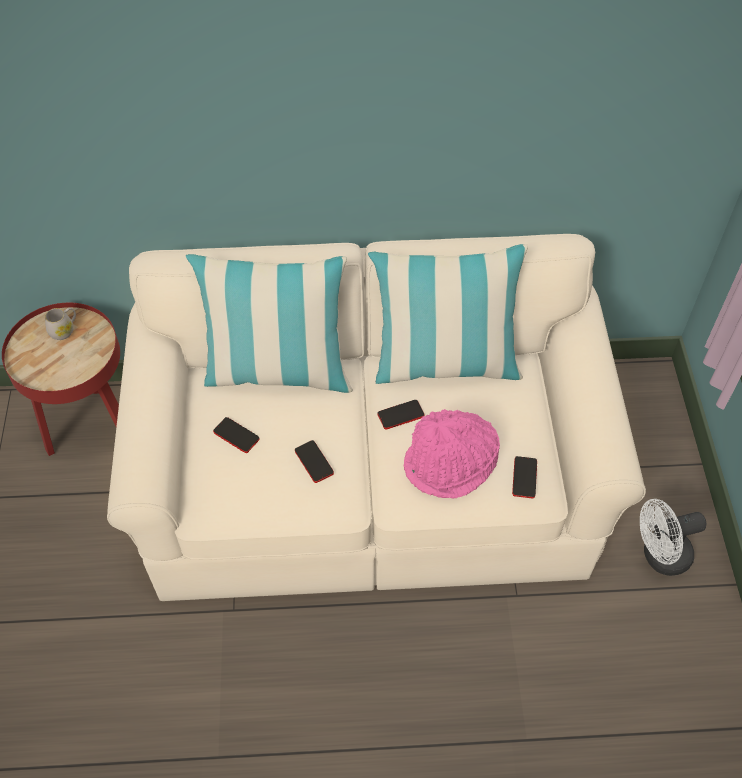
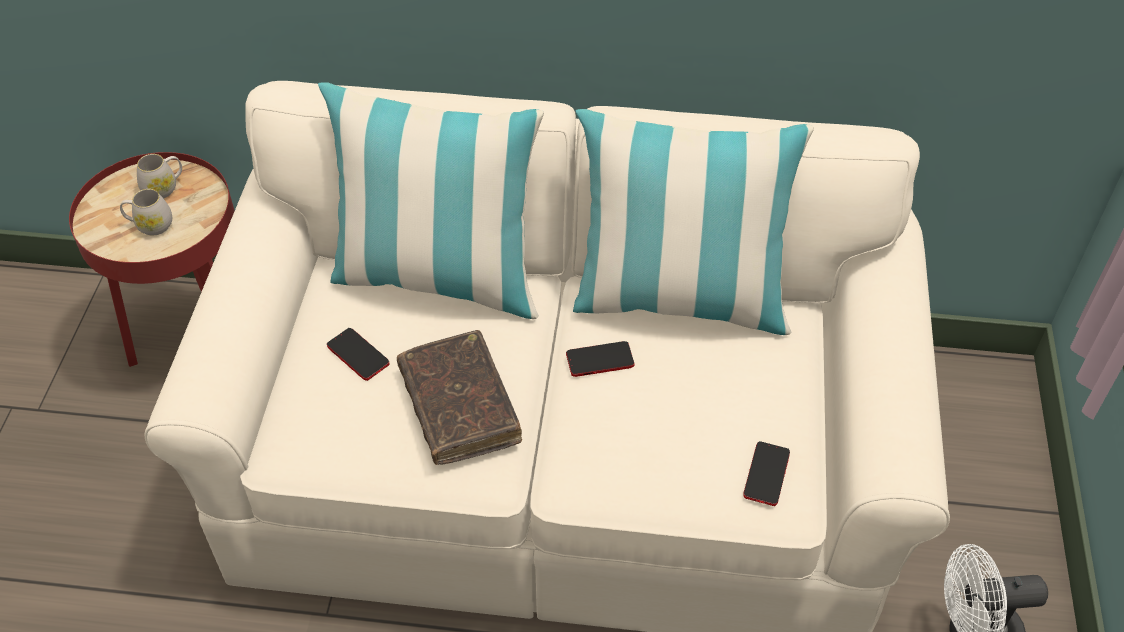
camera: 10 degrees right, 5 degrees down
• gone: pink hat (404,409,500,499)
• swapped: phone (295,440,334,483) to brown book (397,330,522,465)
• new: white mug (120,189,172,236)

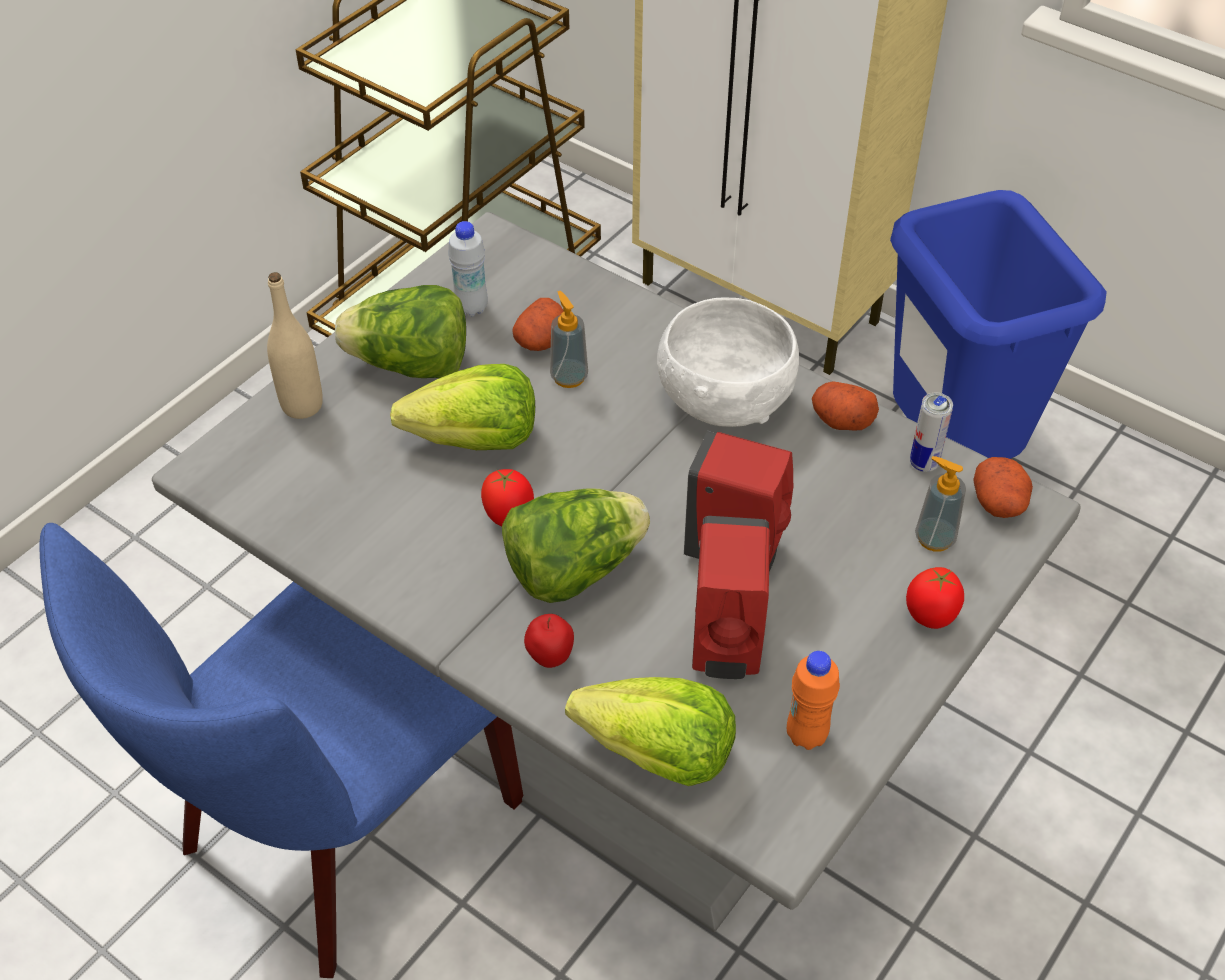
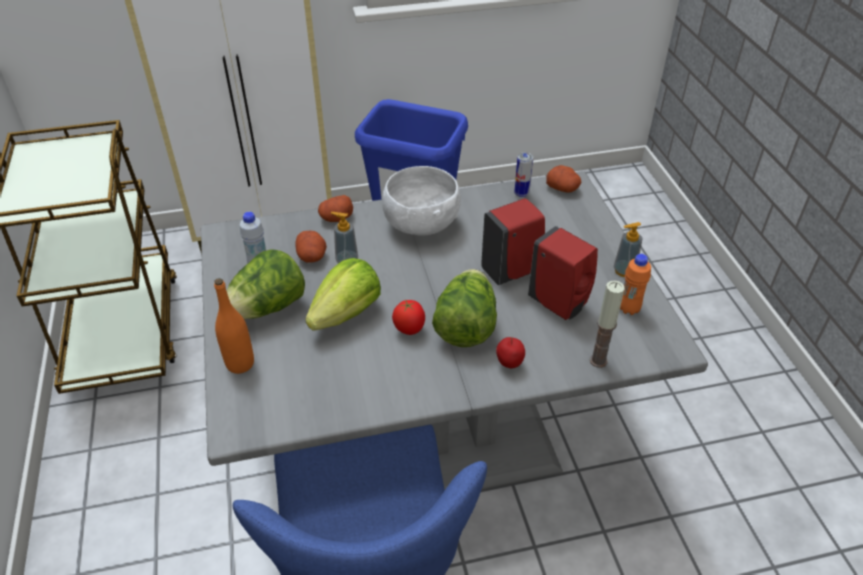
camera: 50 degrees left, 5 degrees down
• repainted: beige bottle (267,272,323,419) to orange bottle (214,278,254,374)
• shifted: potato (812,381,879,431) to (318,195,353,222)
• shifted: soap dispenser (915,456,966,552) to (614,222,642,277)
• gone: tomato (906,567,964,629)
• swapped: lettuce (565,677,736,786) to candle (589,280,625,368)

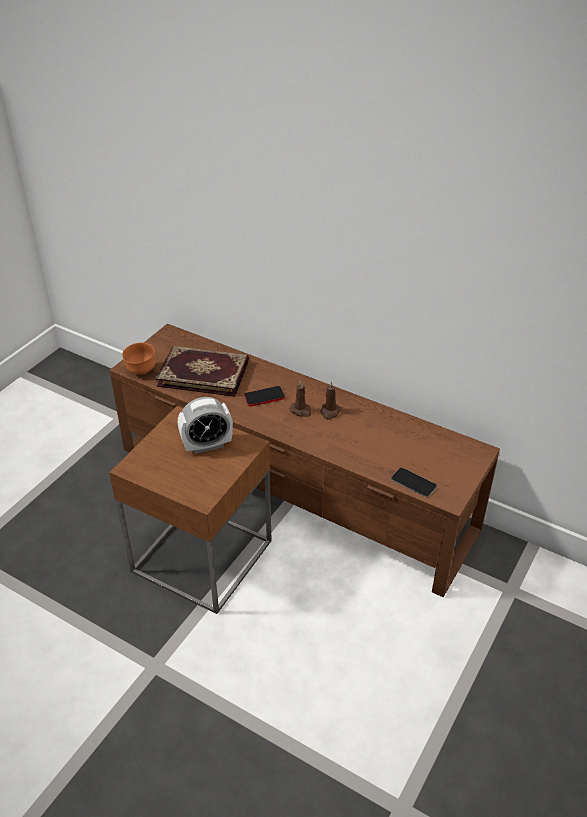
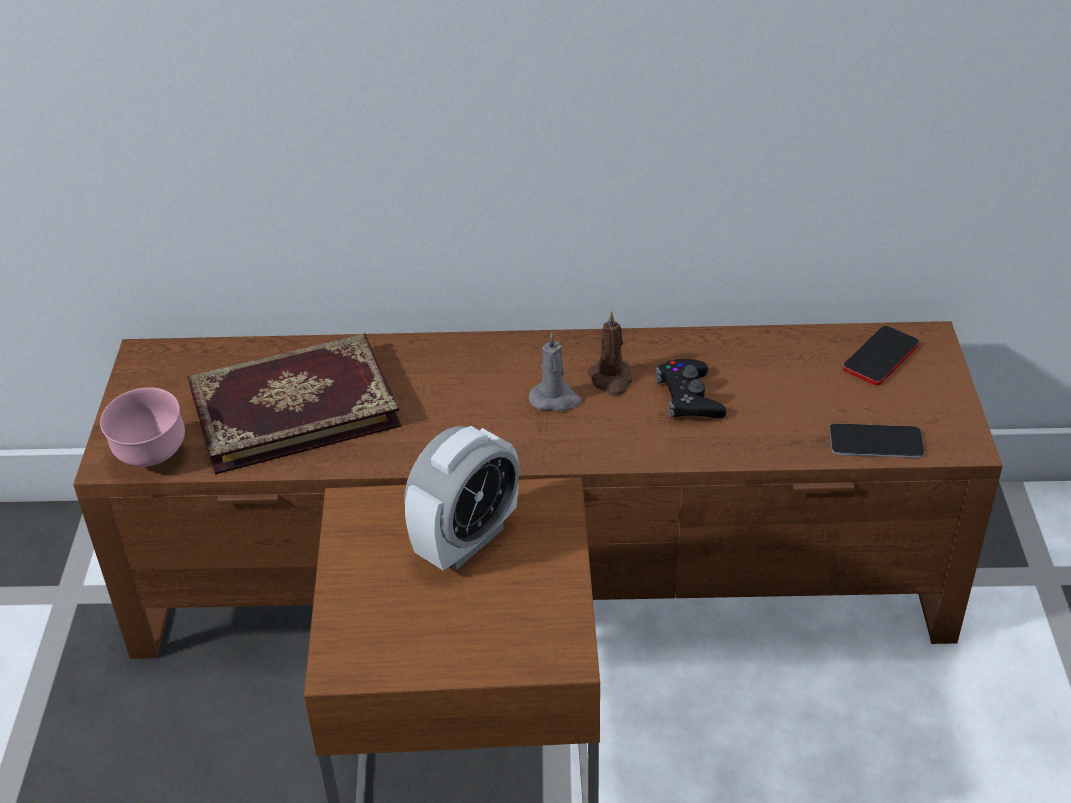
camera: 30 degrees left, 0 degrees up
• repainted: orange bowl (122,342,156,375) to pink bowl (100,387,185,467)
• repainted: brown candle (289,380,311,417) to grey candle (529,332,582,411)
• shifted: phone (244,386,285,407) to (843,326,919,385)
• new: black game controller (656,359,726,419)

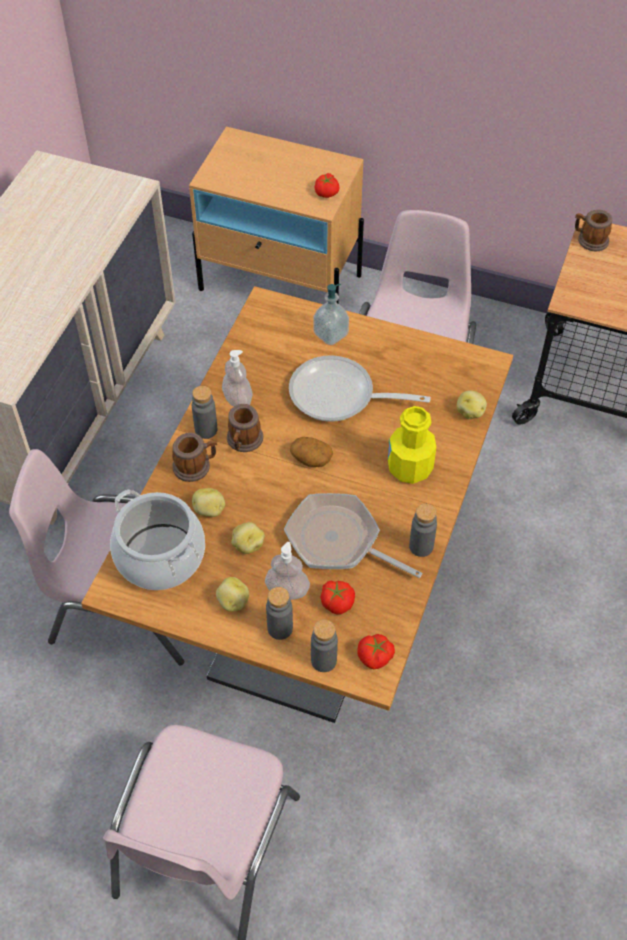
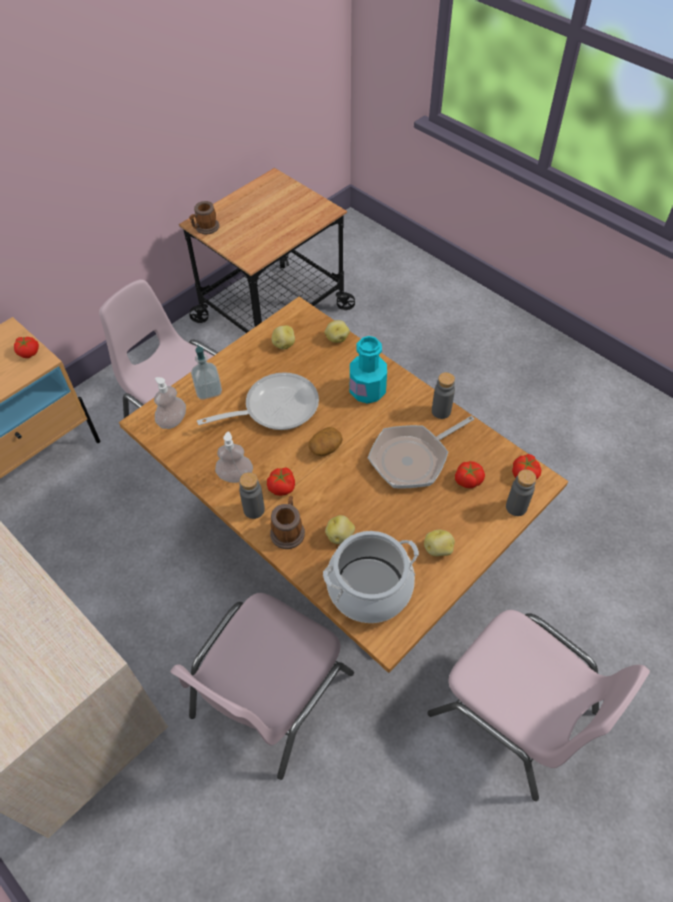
camera: 65 degrees left, 0 degrees up
• rotated: frying pan (289,355,431,422) = (197,372,319,430) 150 degrees counterclockwise
• swapped: mug (227,404,263,452) to tomato (267,467,295,496)
• repainted: yellow bottle (388,406,436,484) to turquoise bottle (350,336,387,404)
• shifted: potato (231,522,265,554) to (272,325,295,350)
• shifted: soap dispenser (265,542,310,600) to (154,377,186,429)
• gone: grey bottle (266,587,293,640)

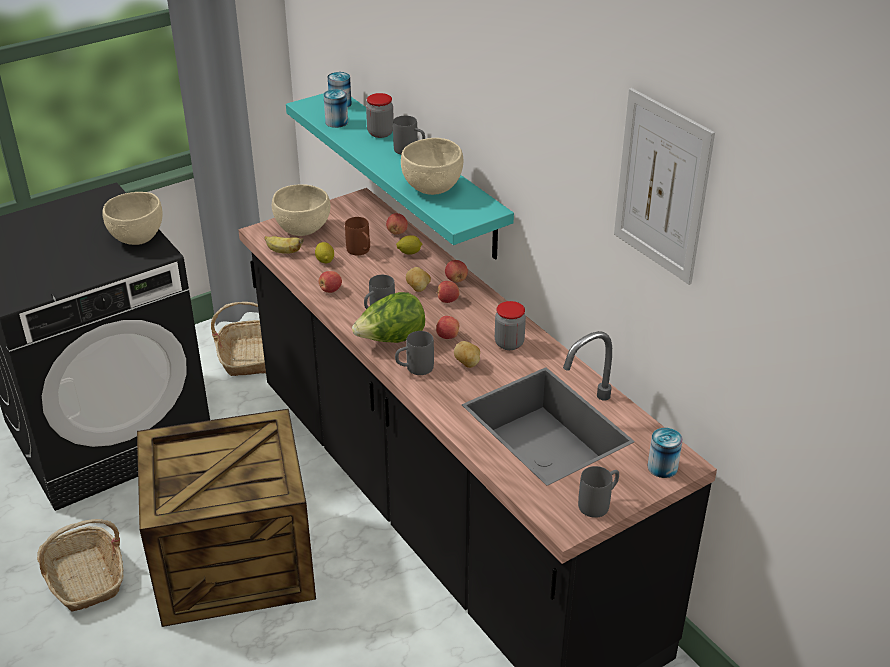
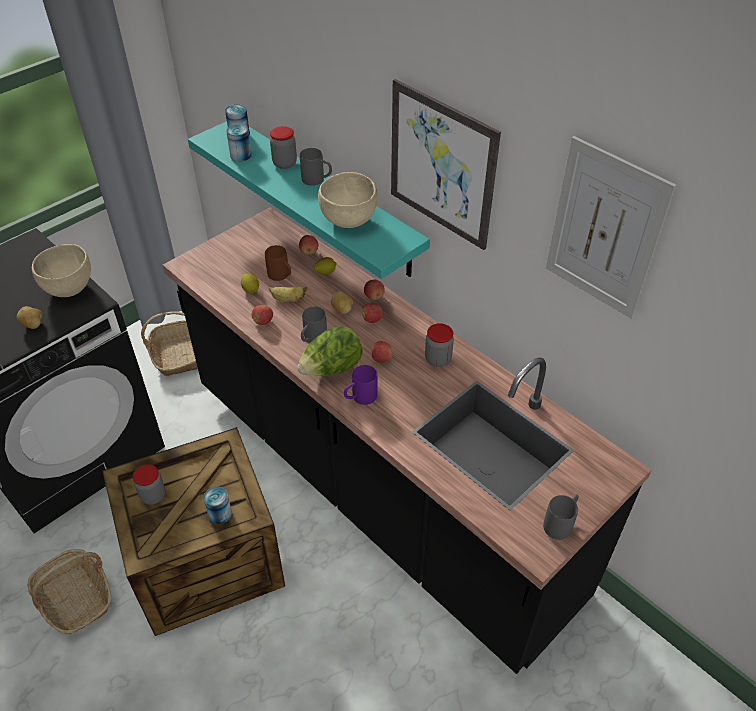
camera: 10 degrees left, 10 degrees up
• gone: beige bowl (272,184,331,236)
• shifted: banana (265,236,304,254) to (269,286,308,302)
• repainted: grey mug (395,331,434,375) to purple mug (344,365,378,405)
• shifted: potato (454,341,480,368) to (17,306,43,329)
• shifted: can (648,428,683,478) to (203,487,232,524)
• new: picture (391,79,501,250)
• new: jar (133,464,166,505)

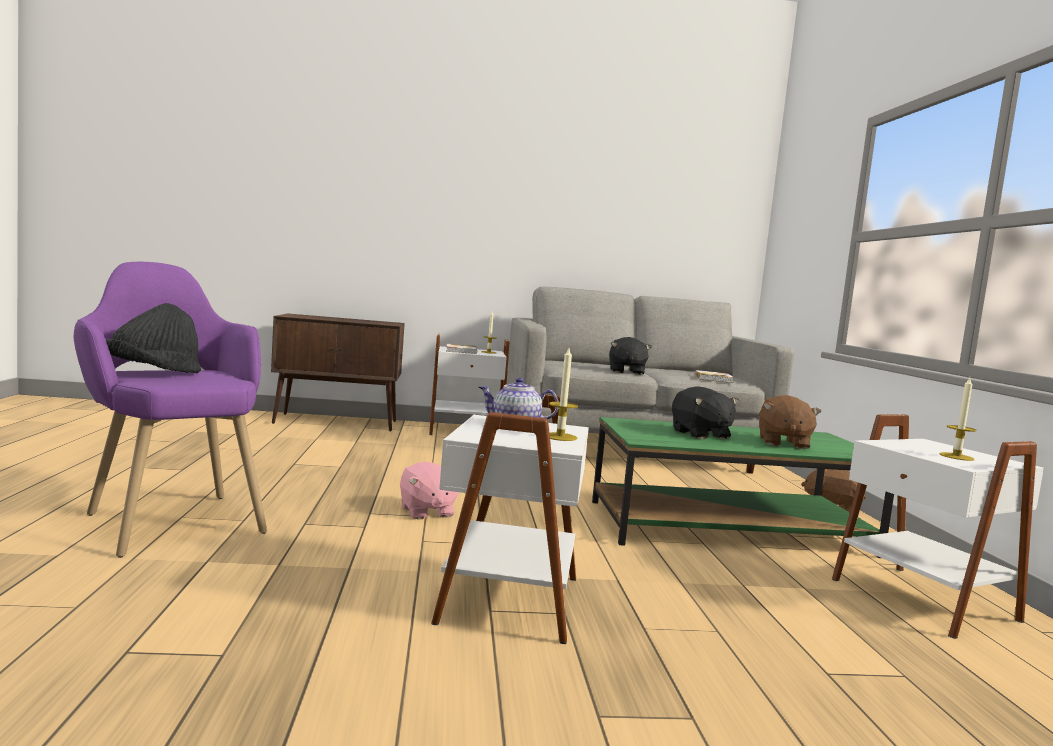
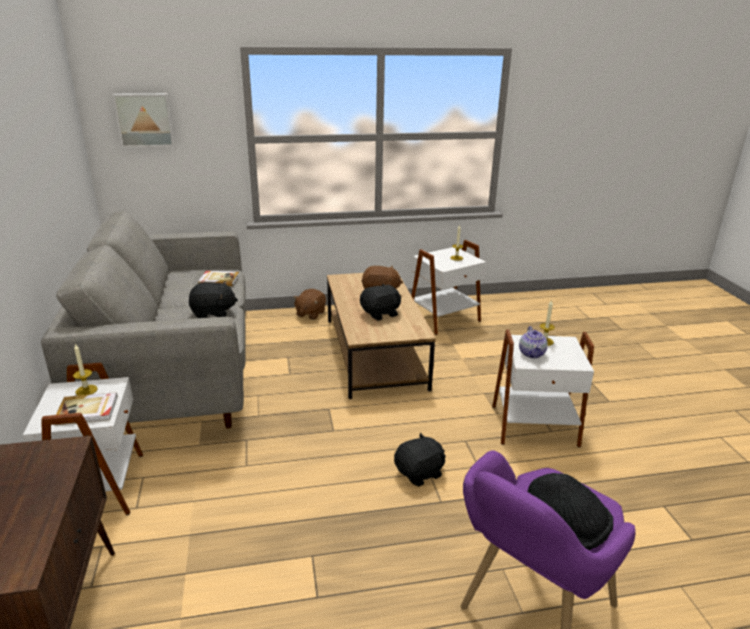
camera: 95 degrees left, 20 degrees up
• repainted: green coffee table (592,417,894,558) to brown coffee table (327,273,436,399)
• repainted: pink plush toy (400,461,459,519) to black plush toy (394,433,446,487)
• new: picture (113,93,175,148)

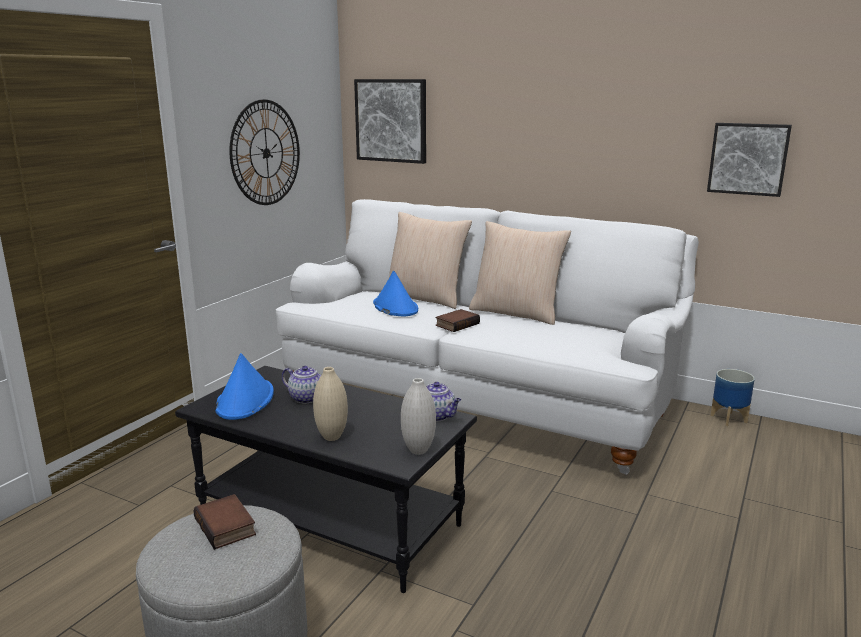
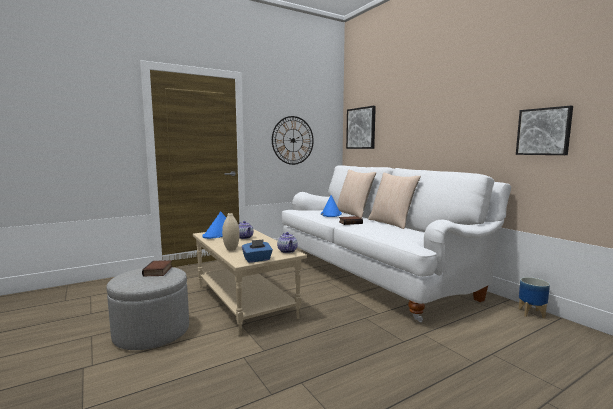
camera: 30 degrees right, 10 degrees down
• repainted: black coffee table (175,366,477,593) to beige coffee table (193,229,307,336)
• swapped: white vase (401,378,436,455) to blue tissue box (242,239,273,263)

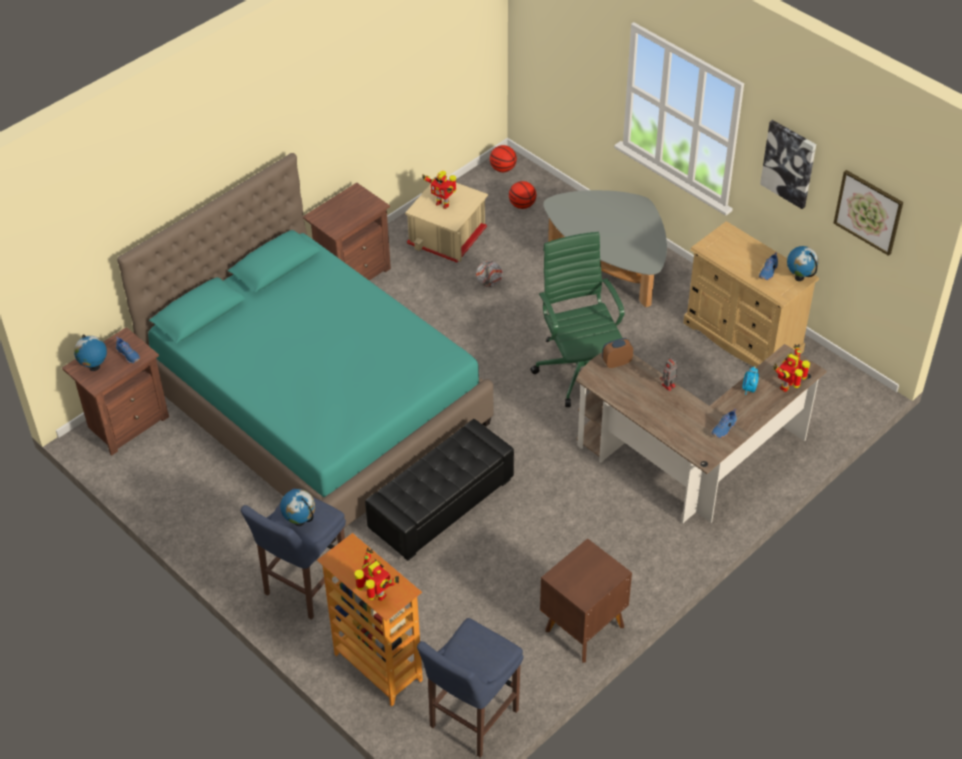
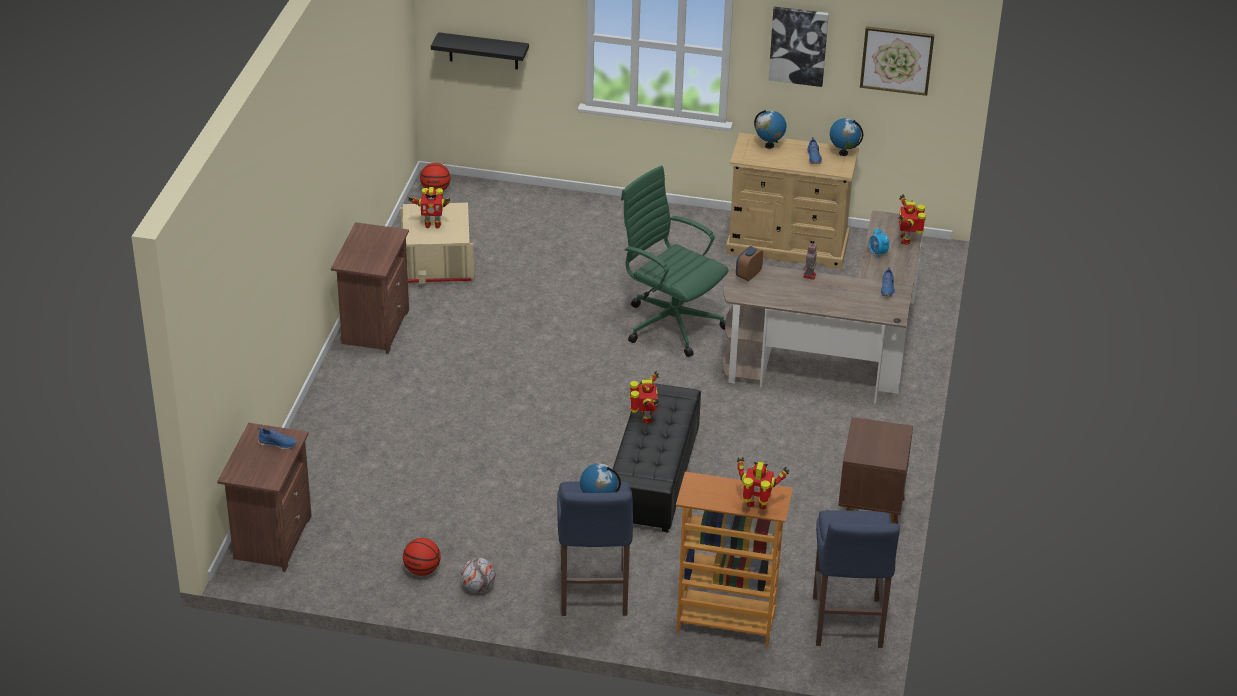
camera: 35 degrees left, 10 degrees down
• gone: turquoise bed (117,153,494,544)
• shifted: basketball (509,181,536,209) to (403,538,441,576)
• gone: grey coffee table (543,190,667,307)
• shifted: football (476,261,503,287) to (461,558,496,592)
• shifted: globe (74,335,107,371) to (754,110,787,149)
• new: black shelf (431,32,529,70)
• new: toy robot (630,371,659,424)

